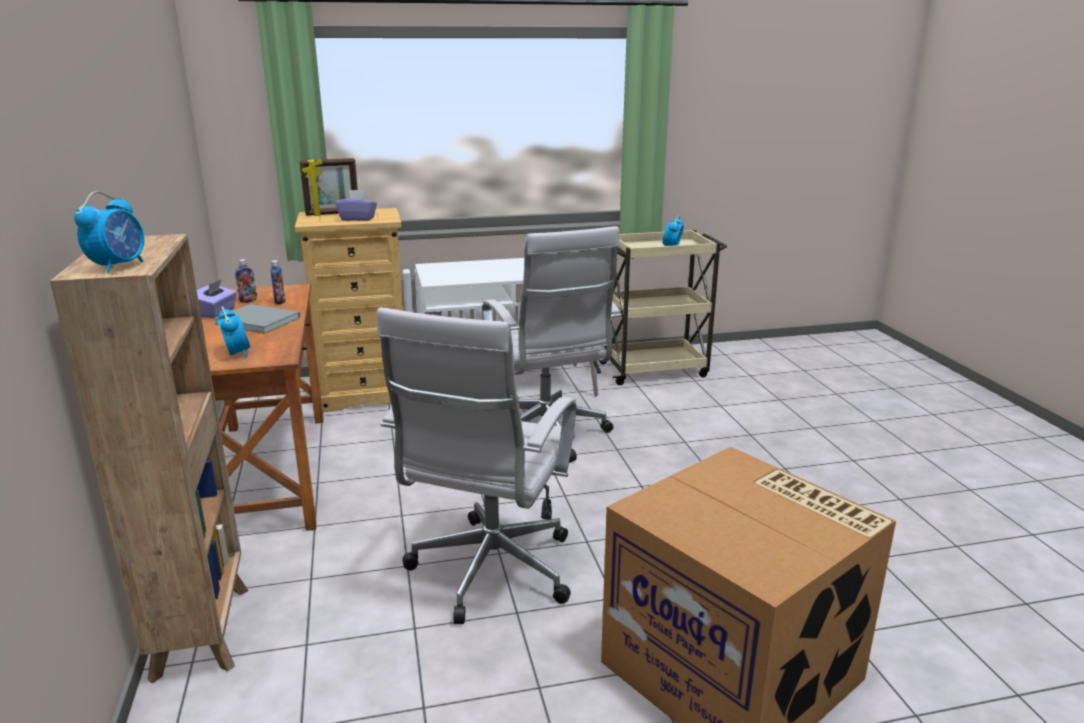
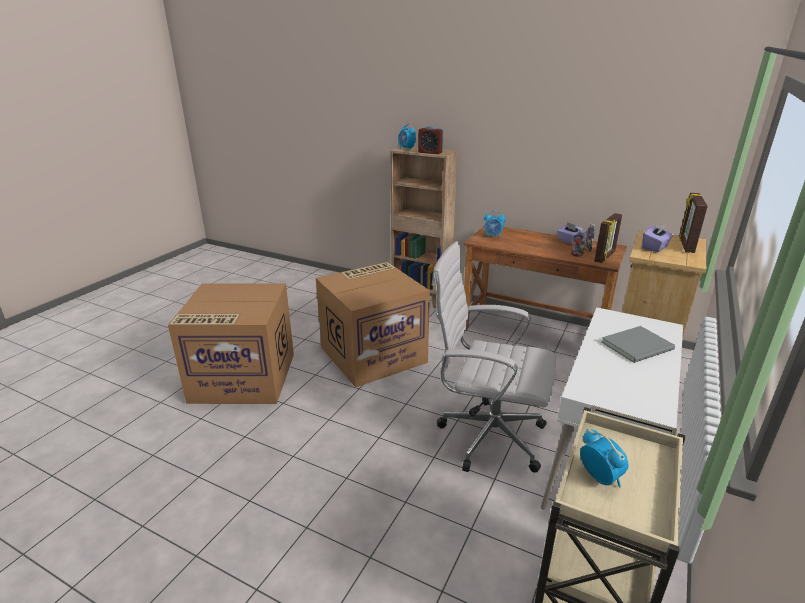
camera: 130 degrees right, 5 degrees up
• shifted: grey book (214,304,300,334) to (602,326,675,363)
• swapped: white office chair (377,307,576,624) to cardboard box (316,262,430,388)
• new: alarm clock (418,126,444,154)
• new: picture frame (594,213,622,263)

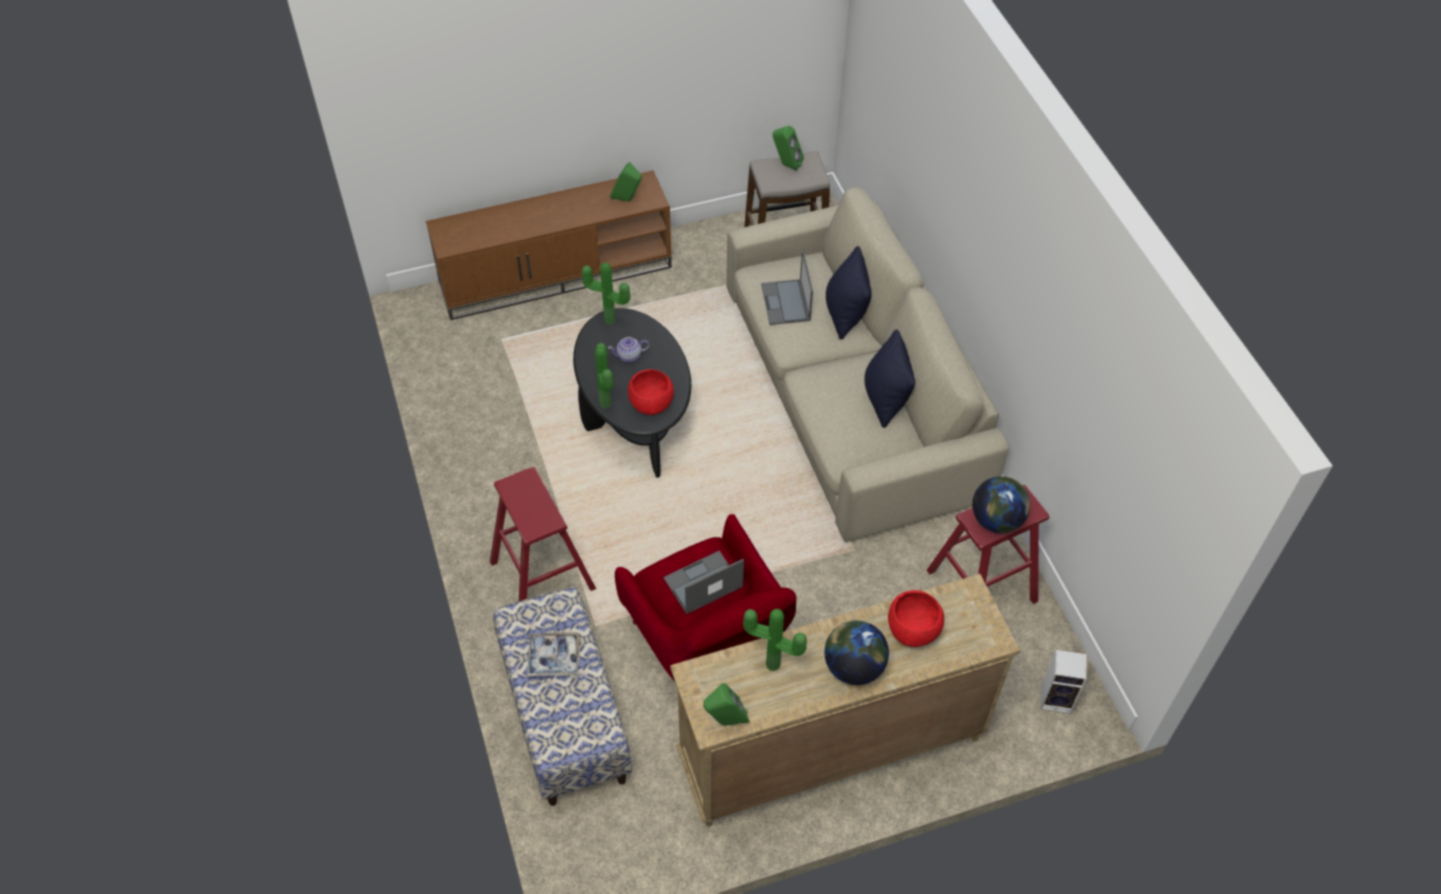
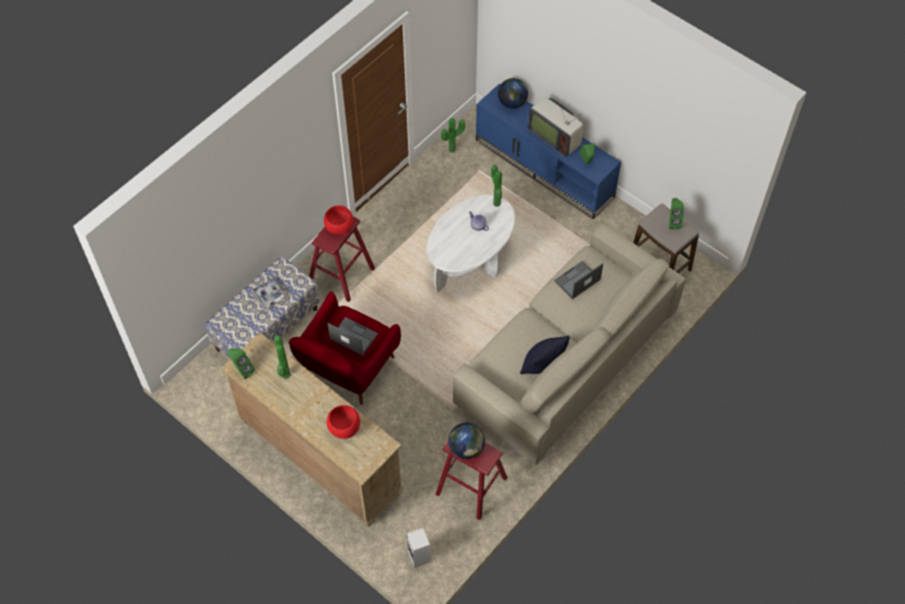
camera: 60 degrees right, 5 degrees up
• repainted: brown tv stand (426,170,672,320) to blue tv stand (476,83,621,219)
• gone: black pillow (826,246,871,340)
• repainted: black coffee table (573,308,691,478) to white coffee table (426,194,515,293)
• shifted: potted plant (595,343,614,409) to (441,118,465,153)
• shifted: red bowl (628,369,674,415) to (324,205,353,235)
• shifted: globe (824,620,889,685) to (498,78,528,109)
• new: television (528,97,584,157)

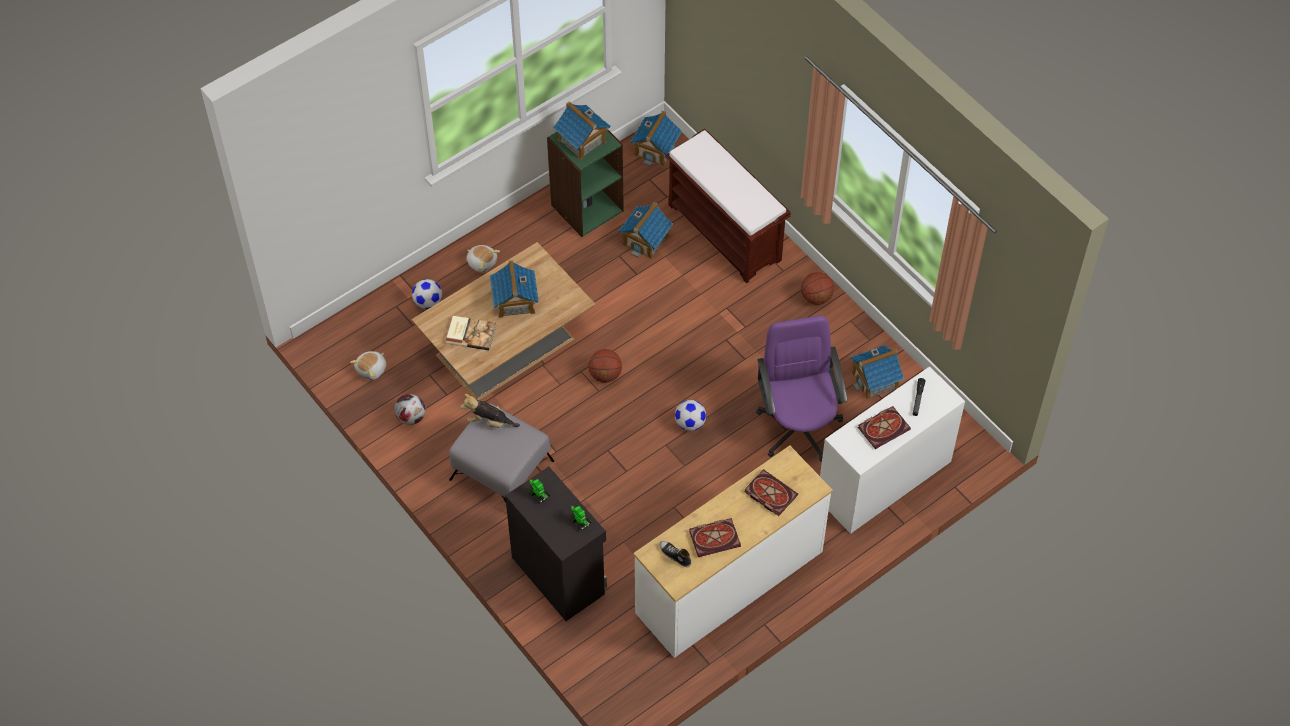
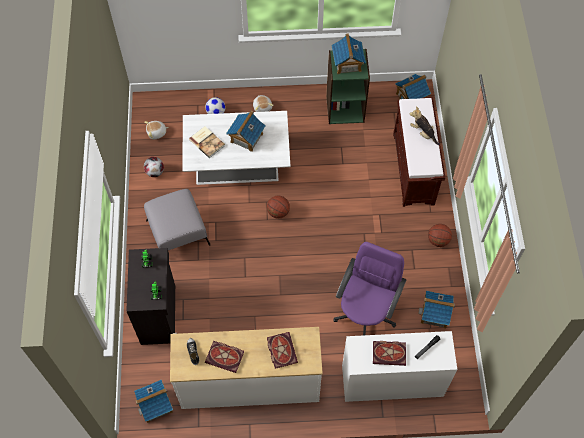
camera: 35 degrees right, 5 degrees up
• shifted: toy house (618,202,673,259) to (134,380,173,423)
• repainted: brown coffee table (412,242,595,400) to white coffee table (182,111,290,185)
• shifted: plush toy (460,394,520,428) to (409,106,440,145)
• gone: football (675,400,706,431)

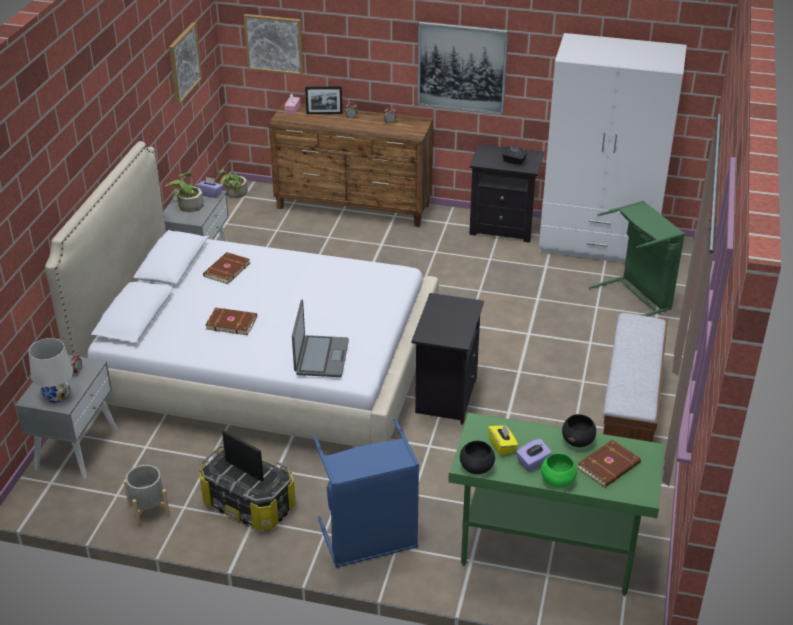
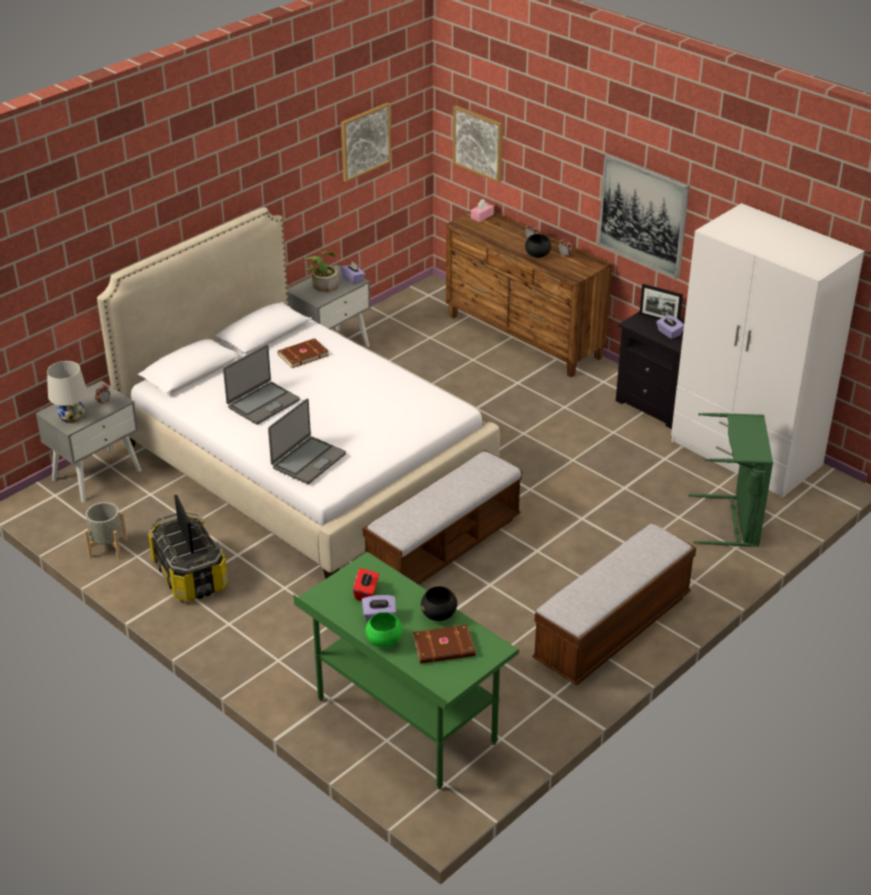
camera: 30 degrees right, 0 degrees up
• shifted: picture frame (305,86,343,114) to (640,284,683,320)
• repainted: black tissue box (502,146,527,165) to purple tissue box (656,314,684,339)
• gone: potted plant (219,167,248,198)
• swapped: black nightstand (411,293,484,425) to bench (363,450,522,585)
• swapped: brown book (205,307,257,335) to laptop (223,345,300,424)
• gone: blue laundry basket (313,418,419,568)
• repainted: yellow tissue box (488,423,518,456) to red tissue box (353,568,379,600)
• shifted: black bowl (460,441,495,474) to (525,234,551,258)

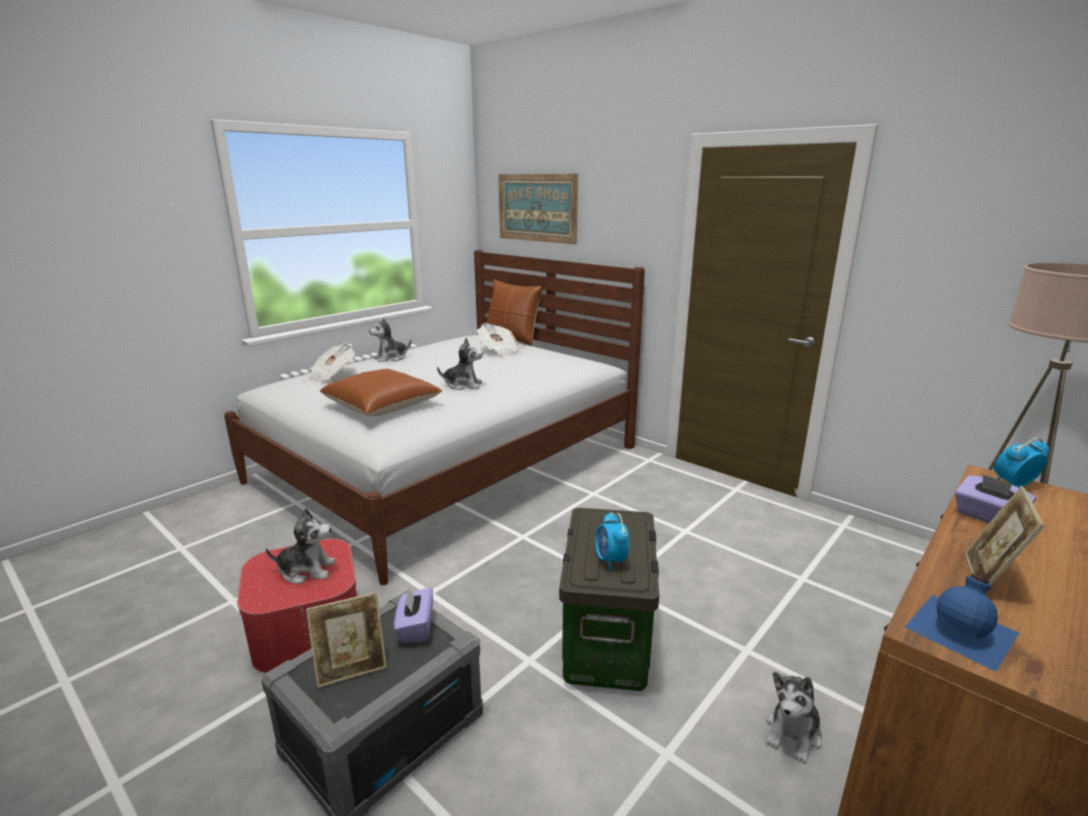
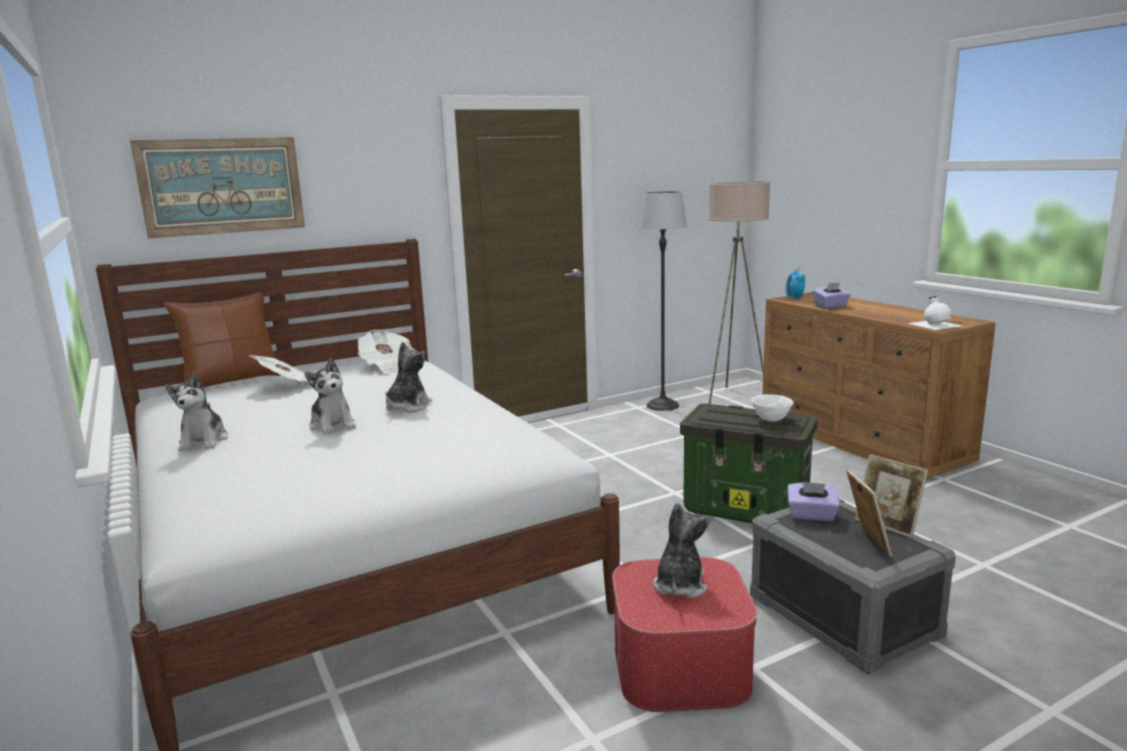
camera: 70 degrees left, 5 degrees down
• shifted: newspaper (304,343,355,382) to (358,330,412,374)
• gone: brown pillow (320,369,442,416)
• shifted: picture frame (965,486,1044,585) to (855,454,928,537)
• swapped: alarm clock (595,512,630,570) to white bowl (751,394,794,422)
• repainted: blue bottle (905,574,1019,672) to white bottle (908,296,961,330)
• shifted: plush toy (766,672,822,764) to (305,358,356,435)
• new: floor lamp (639,191,687,411)

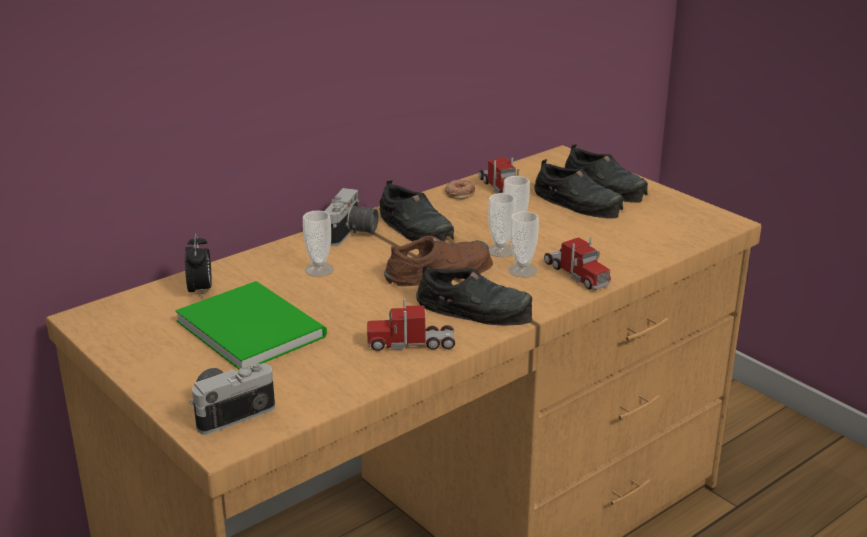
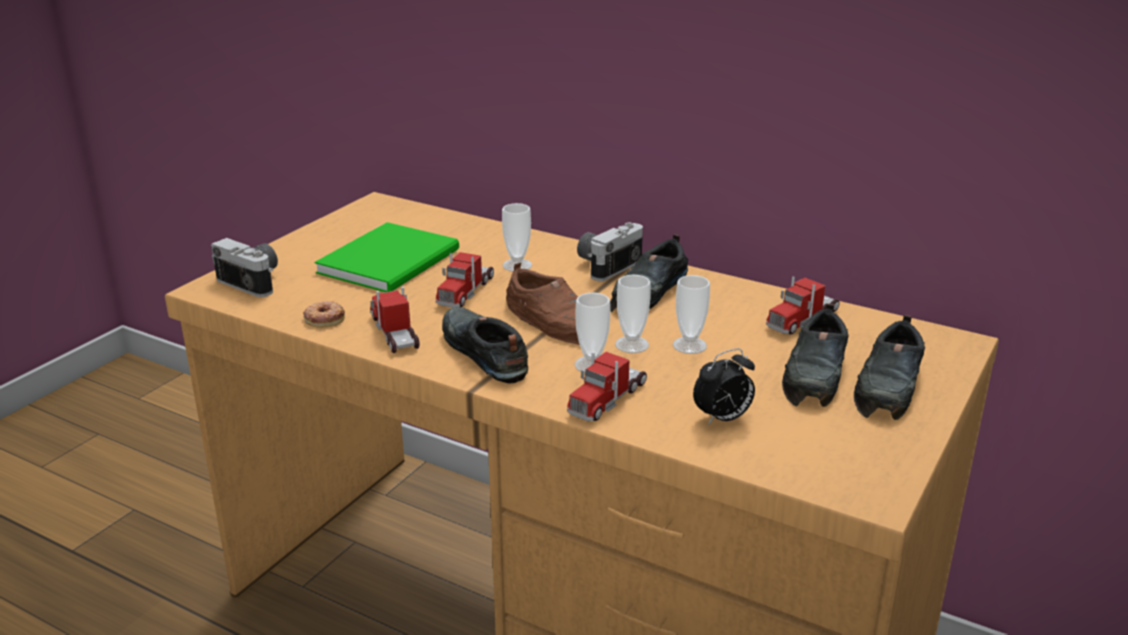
camera: 70 degrees right, 0 degrees up
• shifted: donut (445,179,475,199) to (303,301,345,328)
• rotated: photo camera (325,188,378,246) = (577,222,643,282) 135 degrees clockwise
• shifted: alarm clock (185,233,212,298) to (693,348,755,426)
• rotated: black shoe (416,263,532,326) = (442,307,528,383) 150 degrees clockwise
• new: toy truck (436,252,494,308)

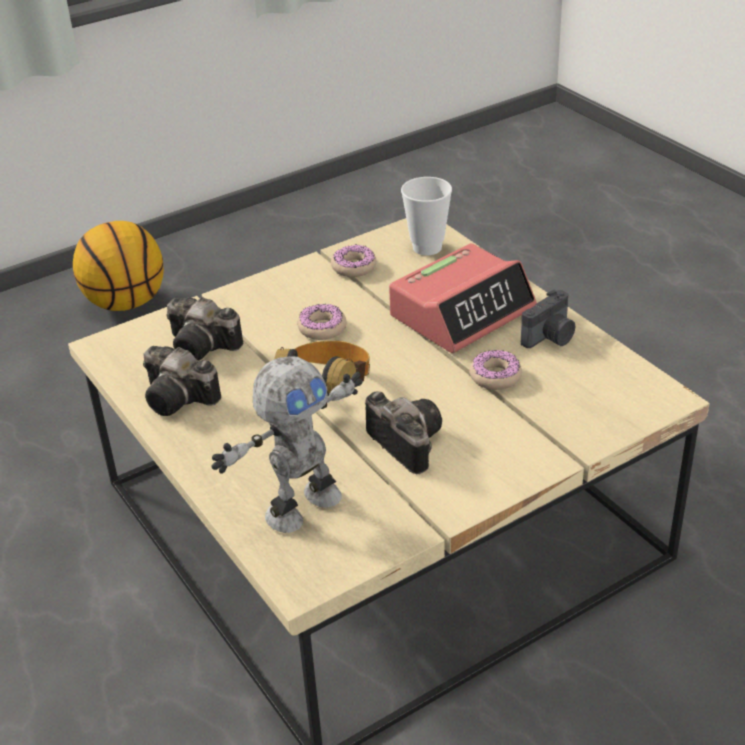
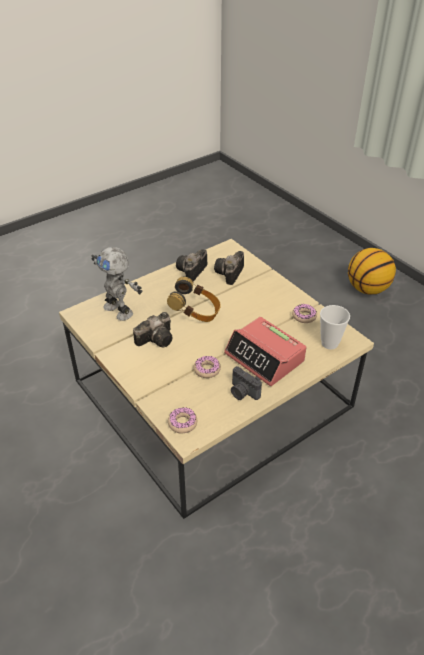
camera: 85 degrees right, 5 degrees up
• shifted: donut (298,304,347,340) to (168,407,197,434)

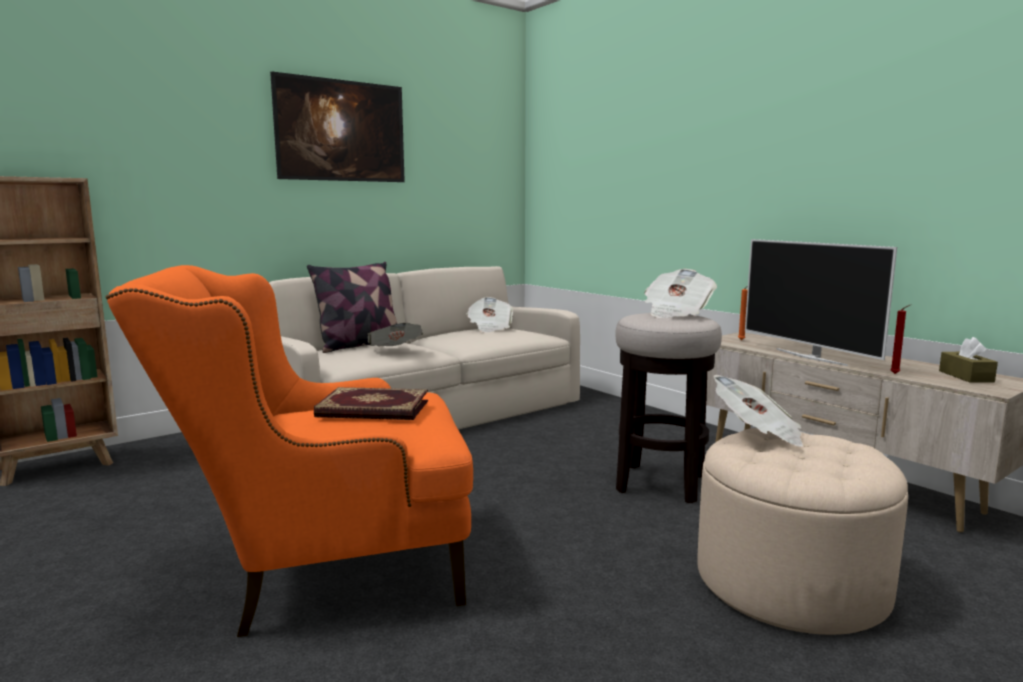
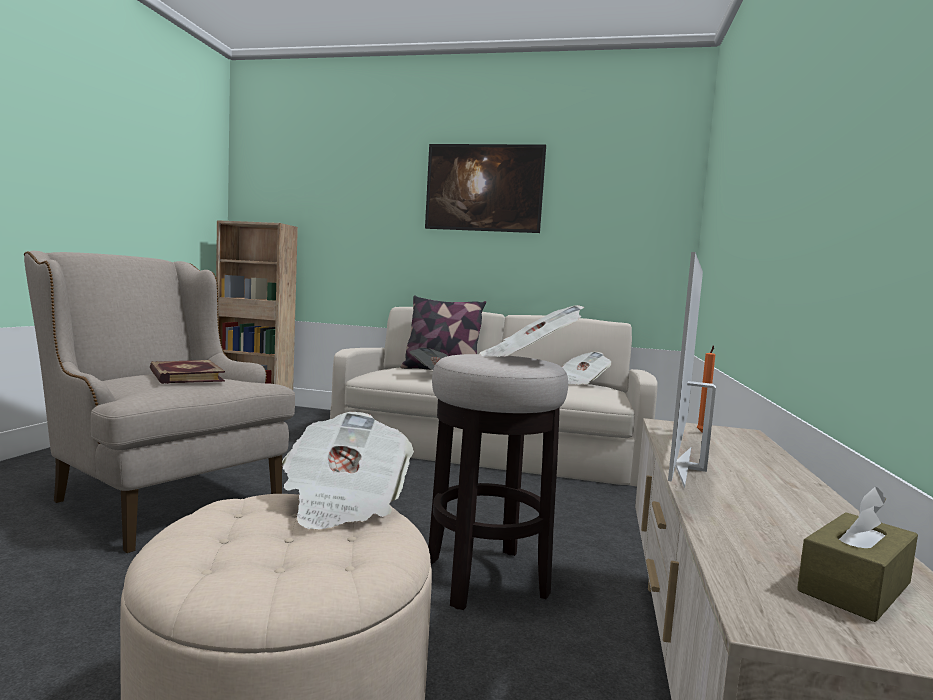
camera: 50 degrees right, 5 degrees down
• repainted: orange armchair (105,265,473,637) to beige armchair (24,251,295,553)
• gone: red candle (890,305,910,374)

